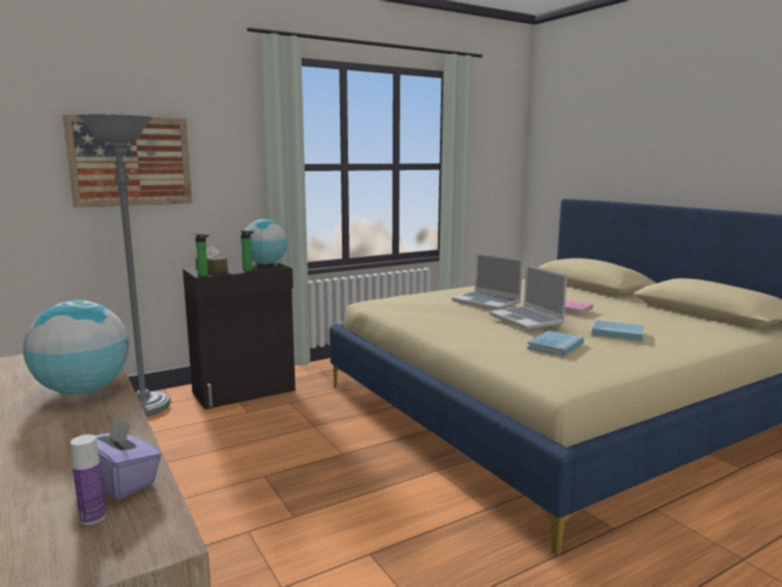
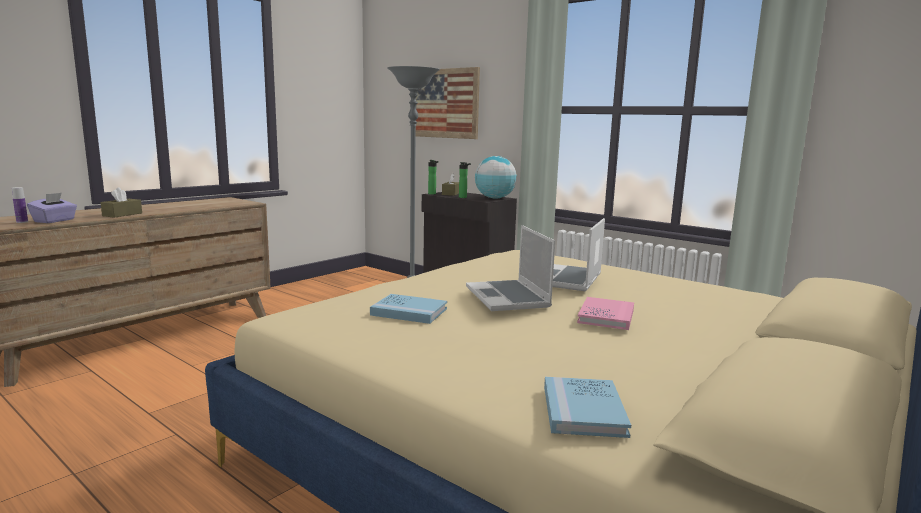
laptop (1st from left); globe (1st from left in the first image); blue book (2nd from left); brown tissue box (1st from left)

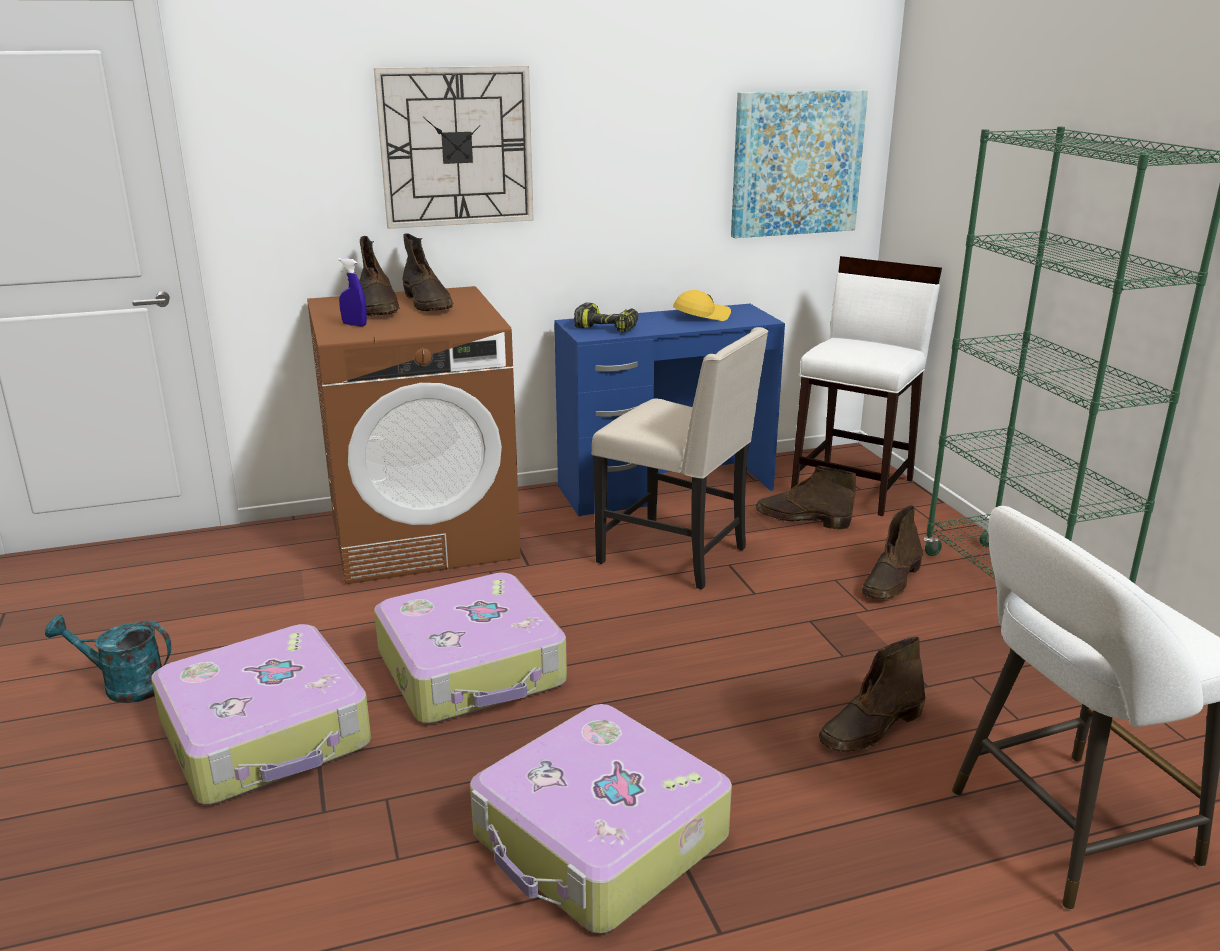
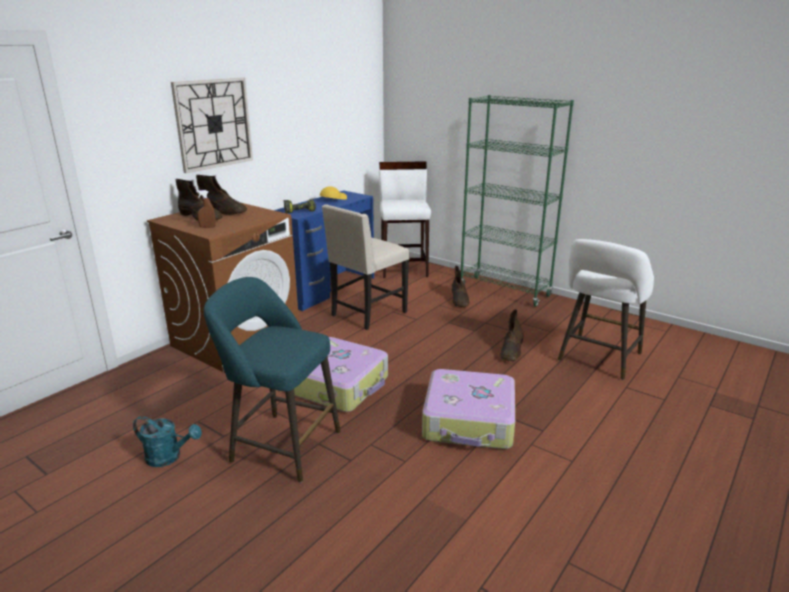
picture; brown spray bottle; beige chair; brown boot (3rd from left in the first image); turquoise watering can; turquoise stool

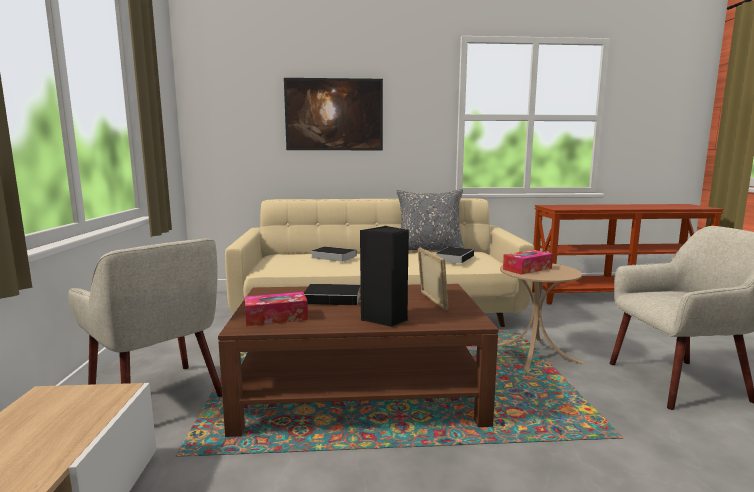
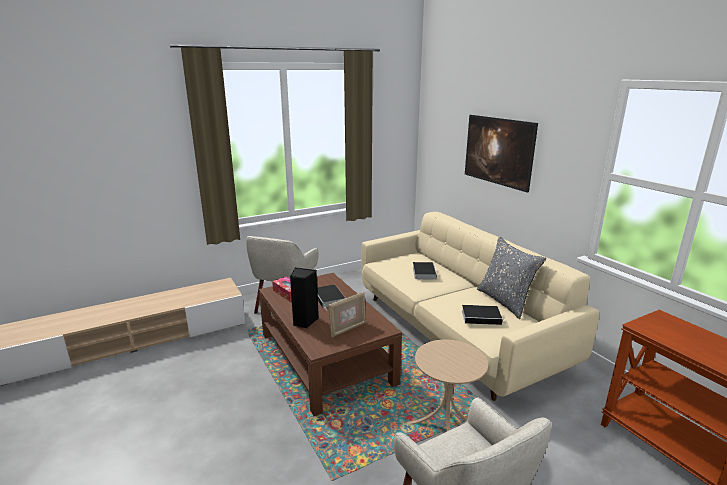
tissue box (2nd from left in the first image)

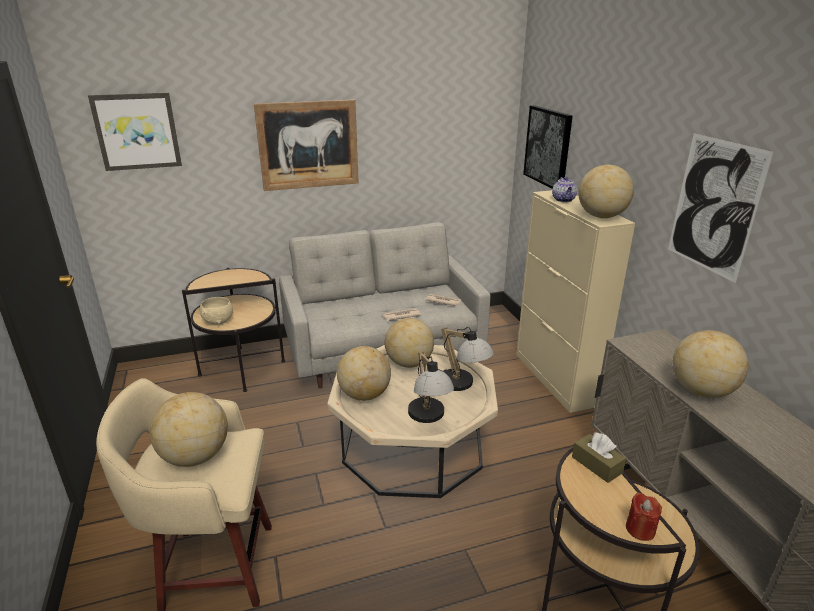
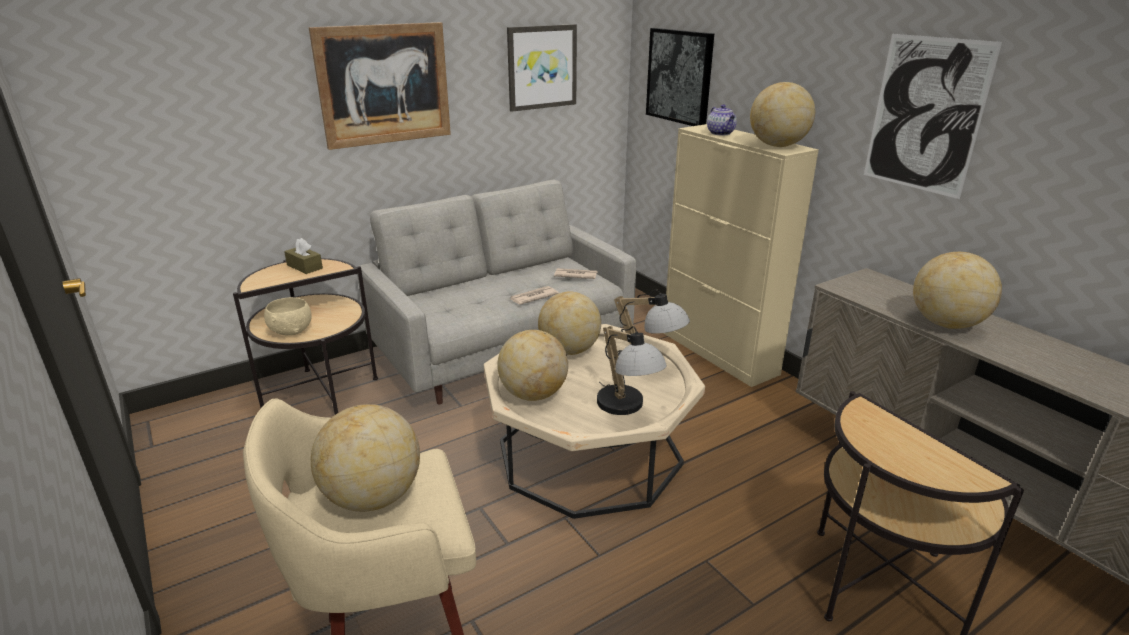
picture (2nd from left); brown tissue box; red candle

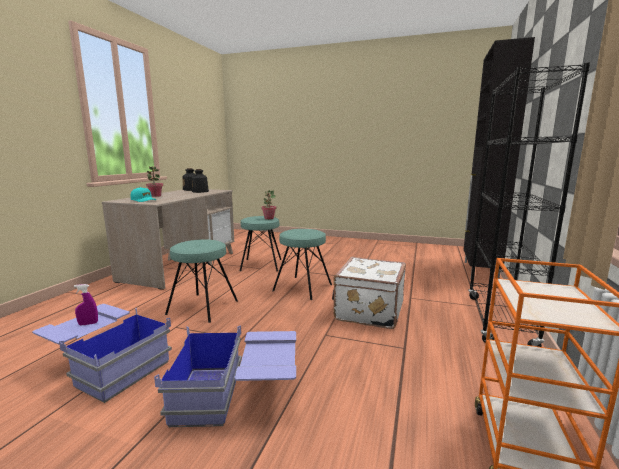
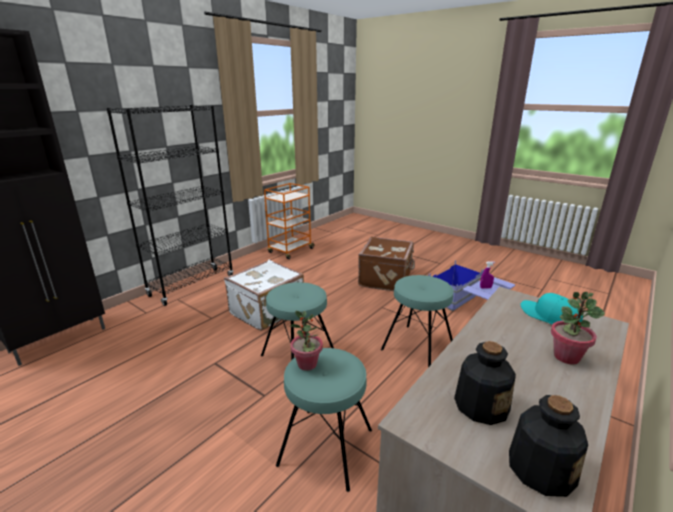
brown suitcase

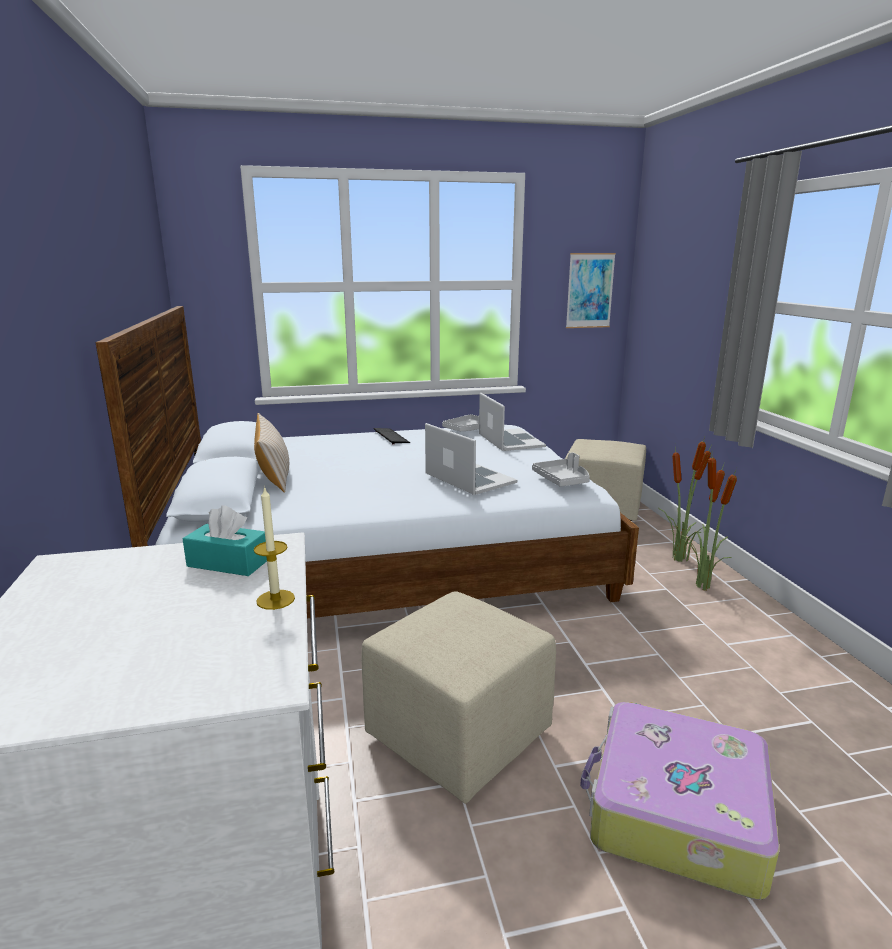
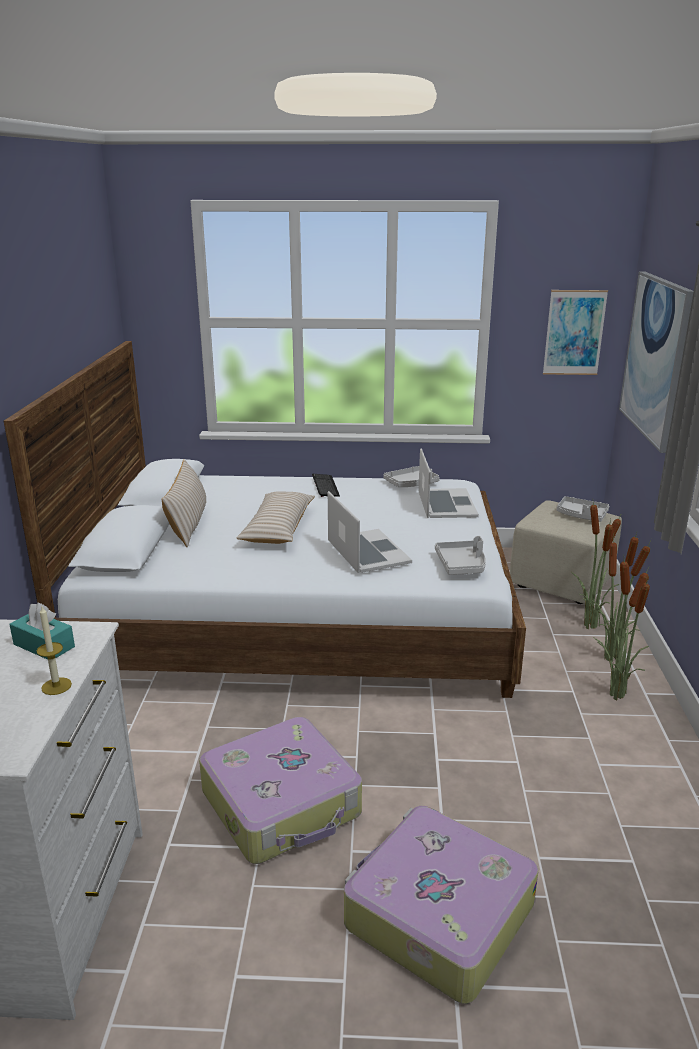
suitcase (1st from left); picture (2nd from left); beige pillow (2nd from left); grey tray (3rd from left); potted plant (1st from left)

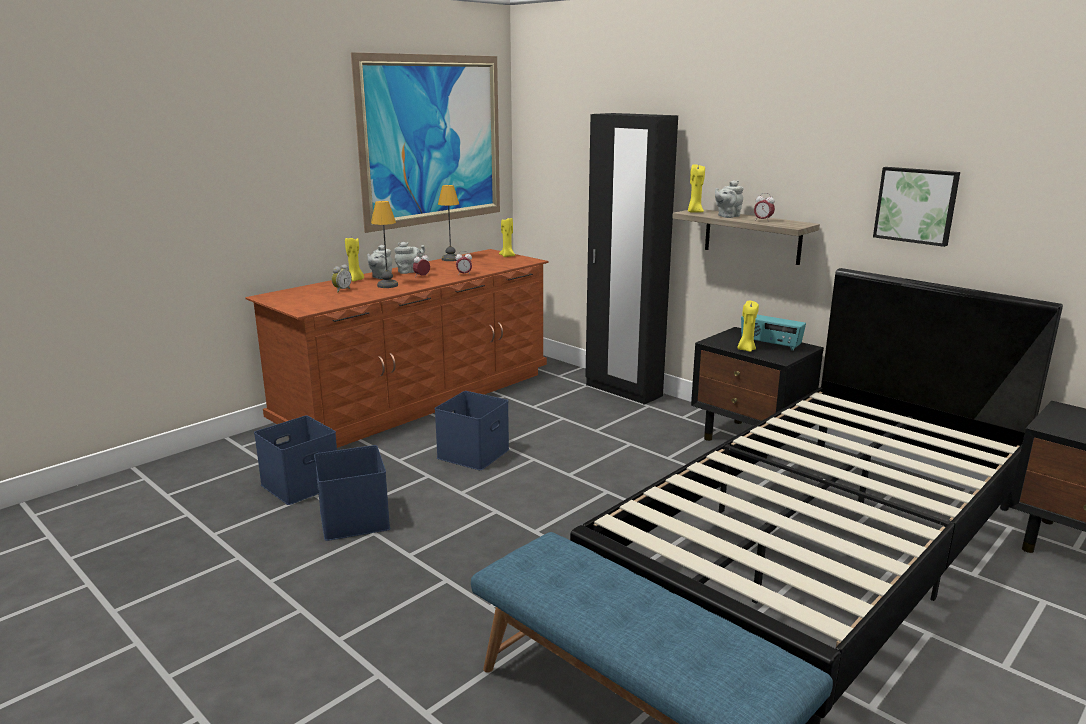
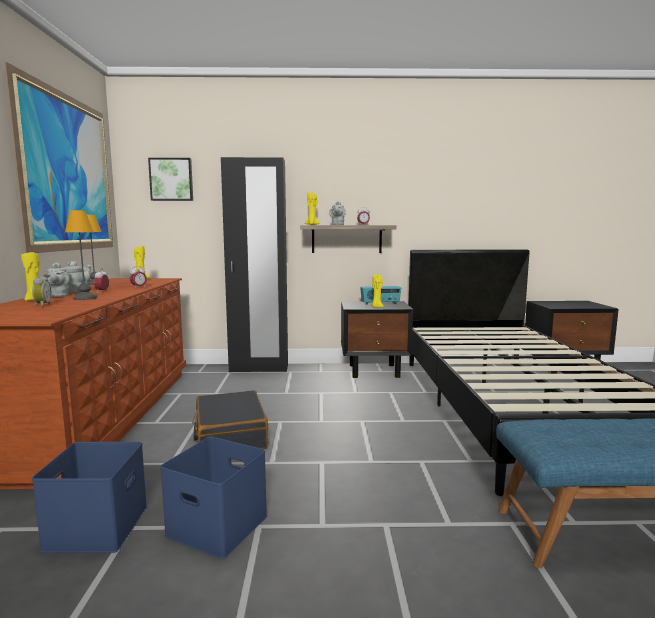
picture (2nd from left); black suitcase

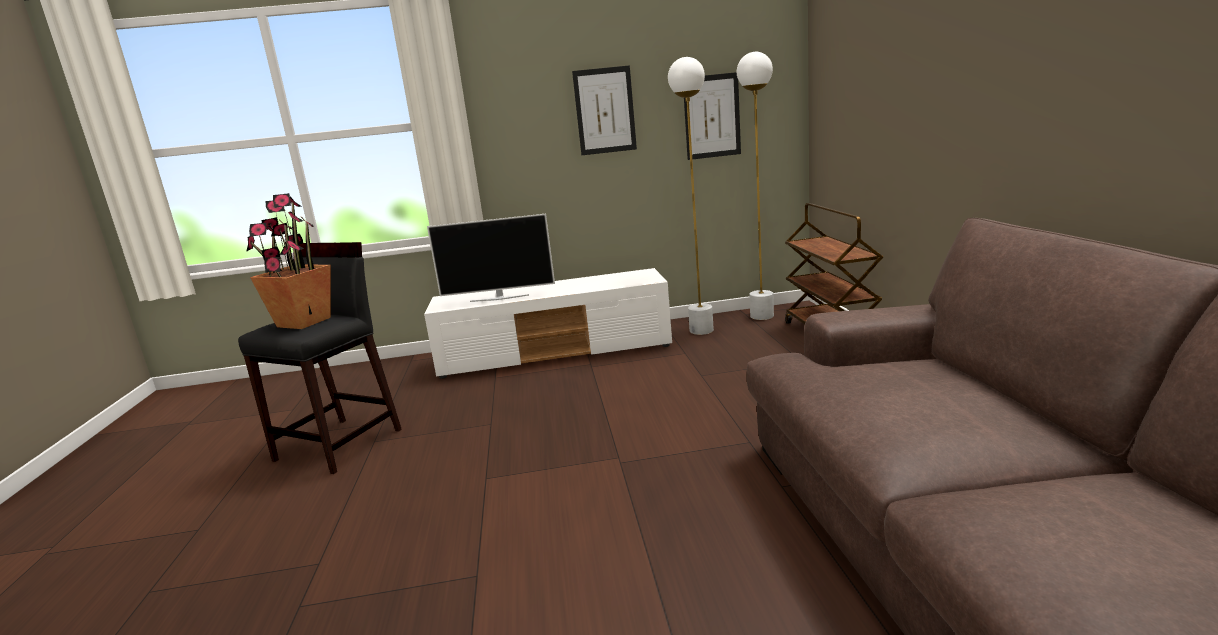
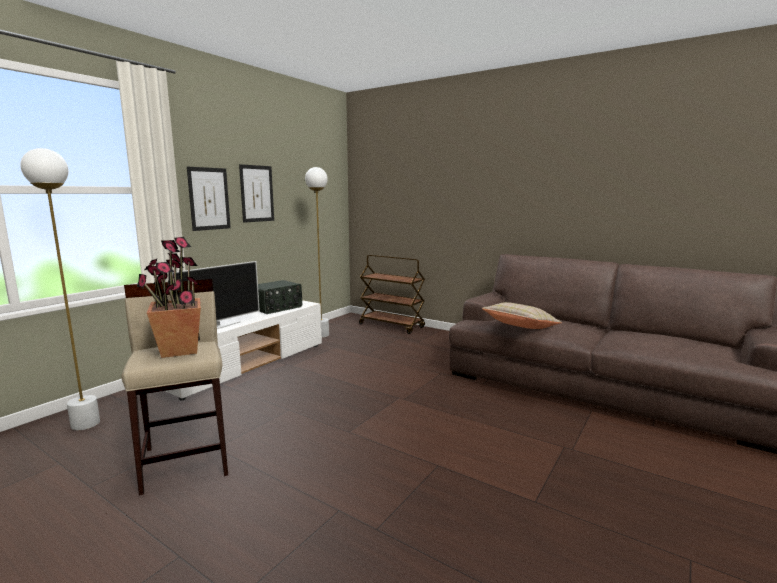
white floor lamp (1st from left); picture (1st from left); beige stool; radio; beige pillow

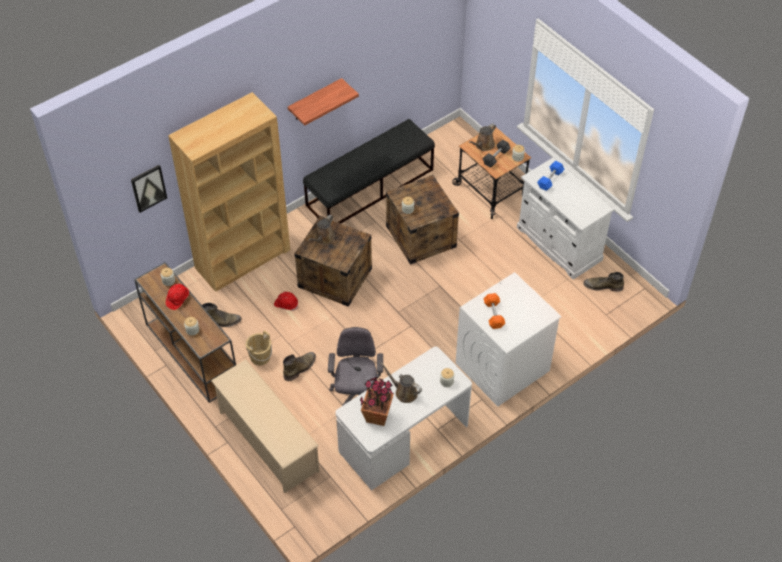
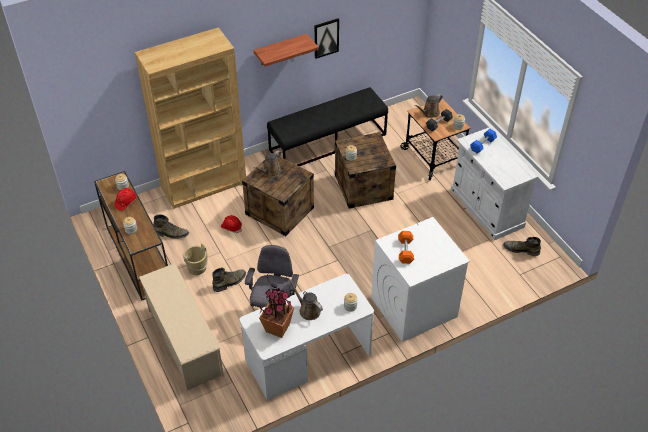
picture

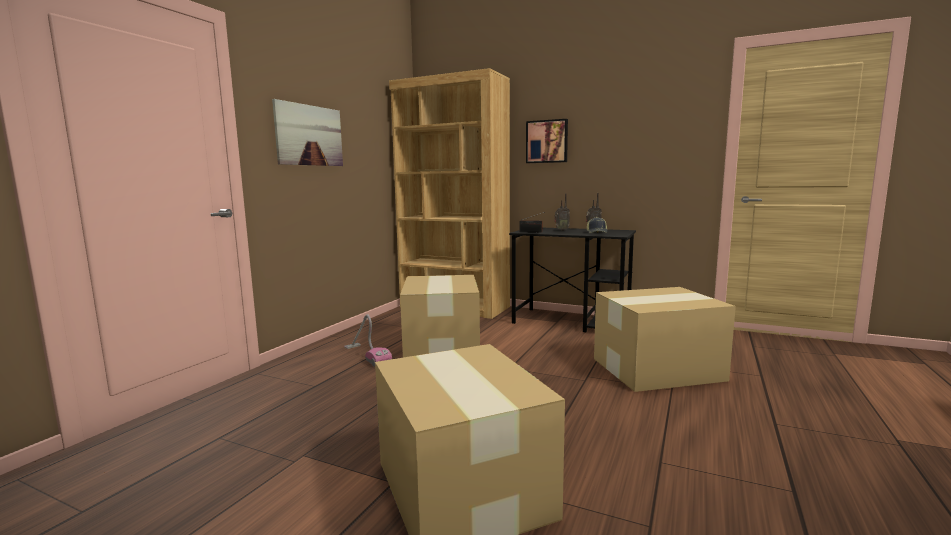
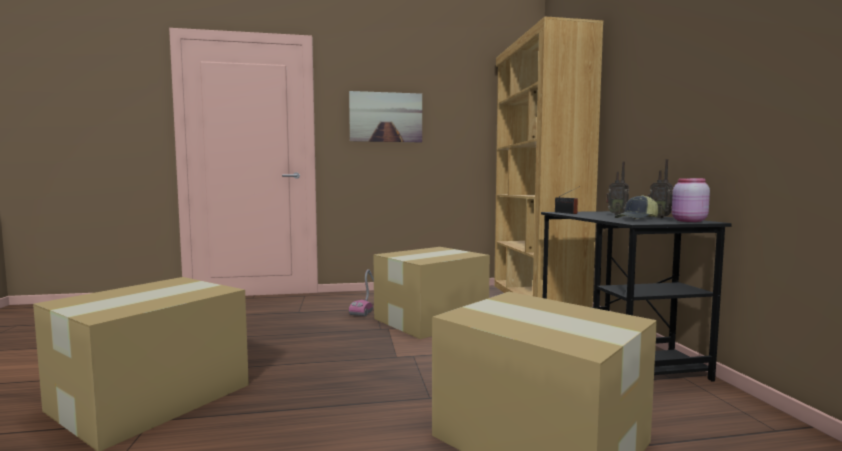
picture (2nd from left in the first image); pink jar

